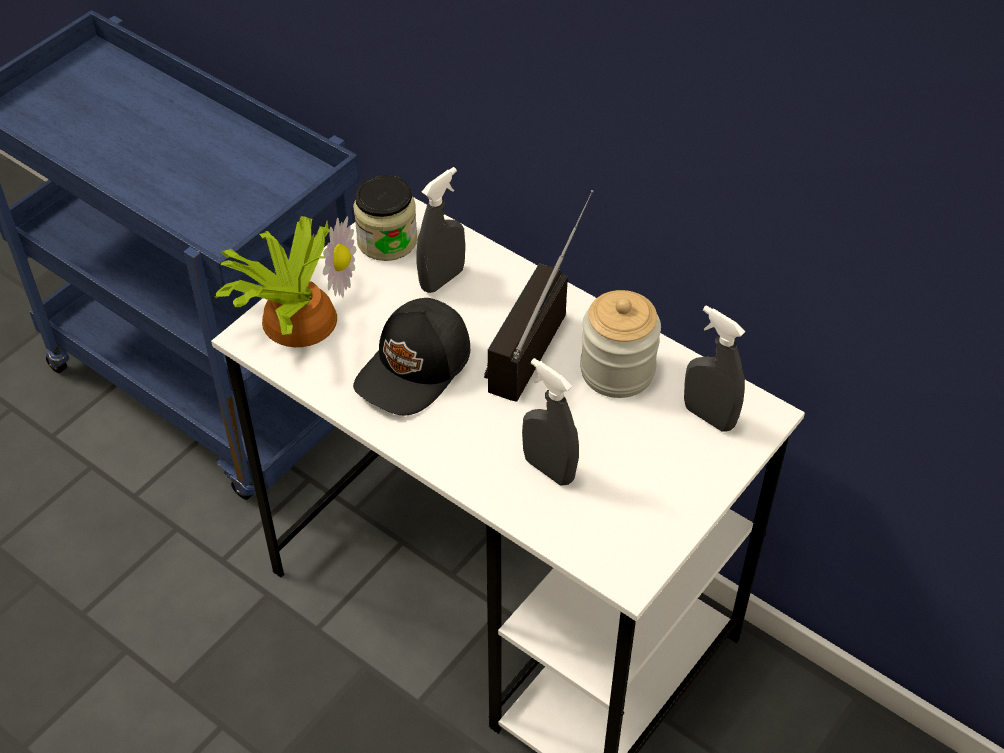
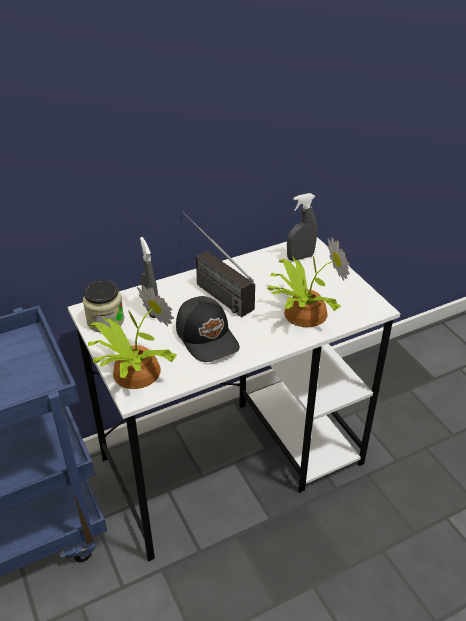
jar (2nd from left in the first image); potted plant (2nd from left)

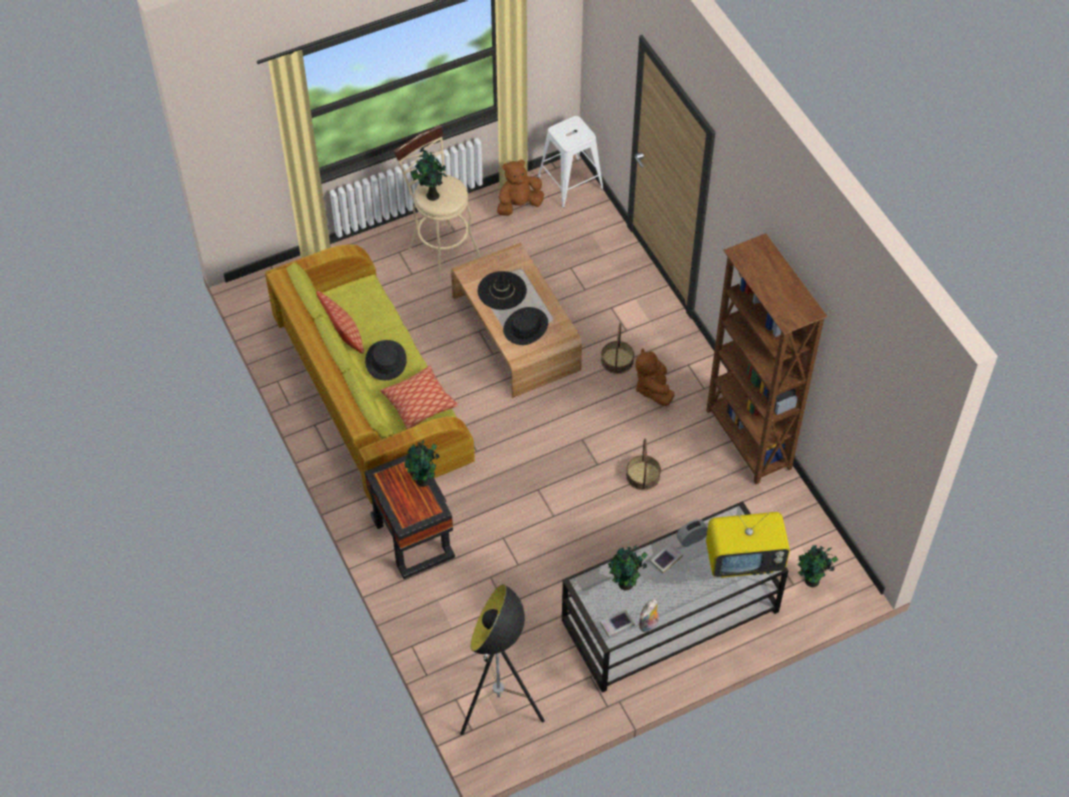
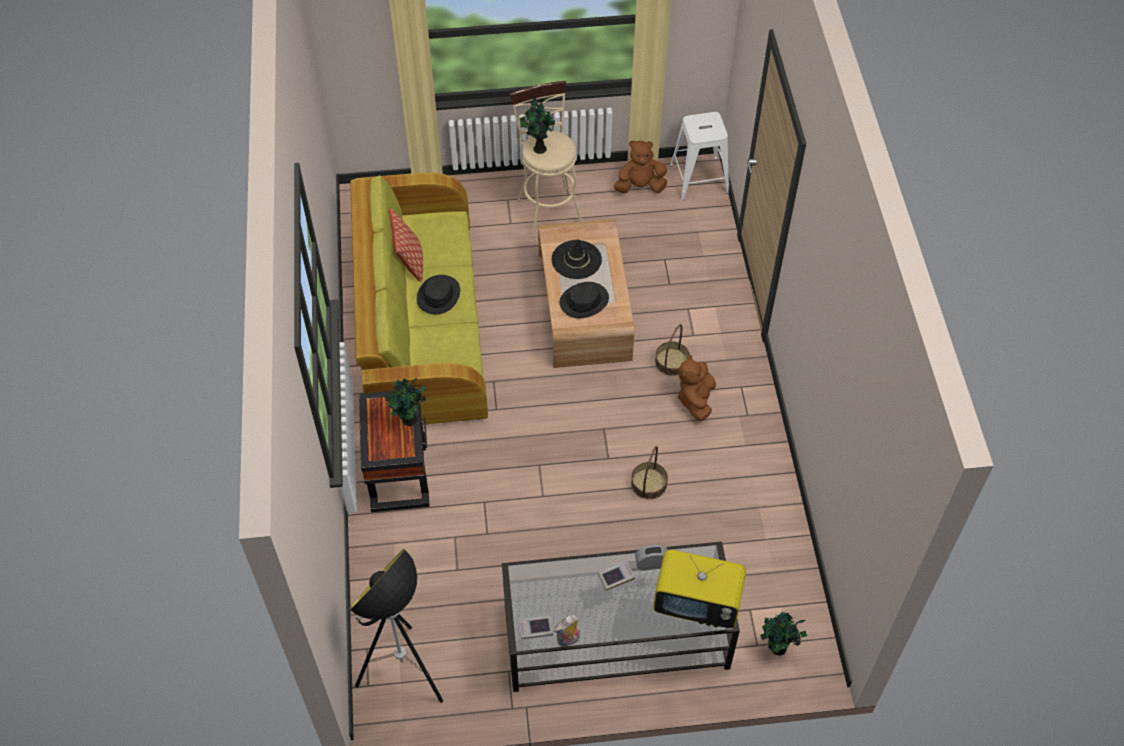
brown bookcase; pillow (2nd from left in the first image); potted plant (3rd from left in the first image)

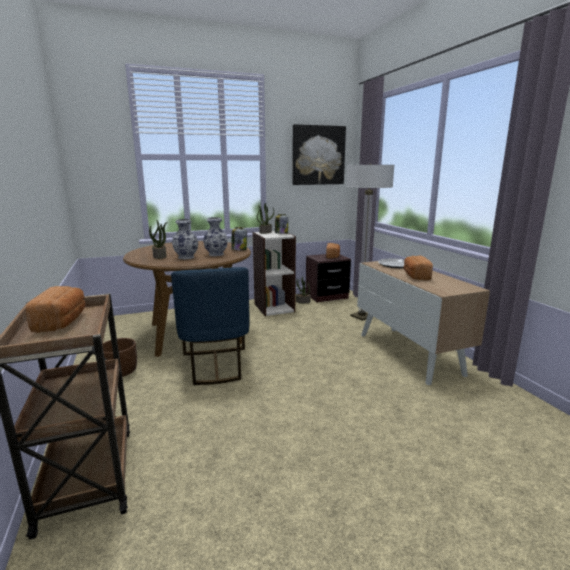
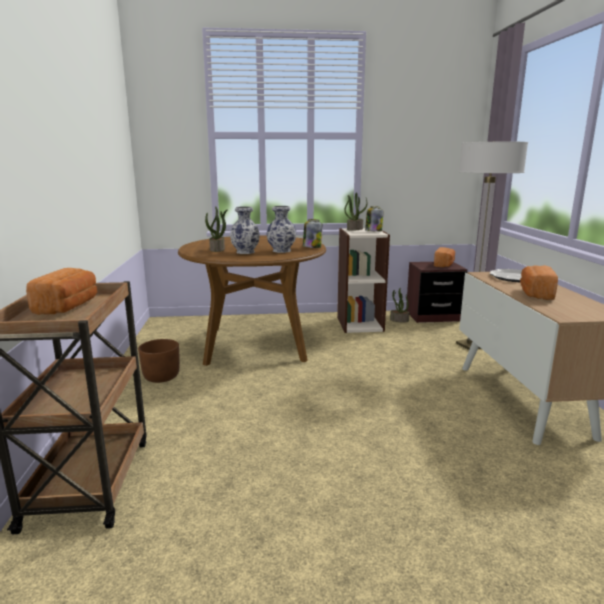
picture; blue chair

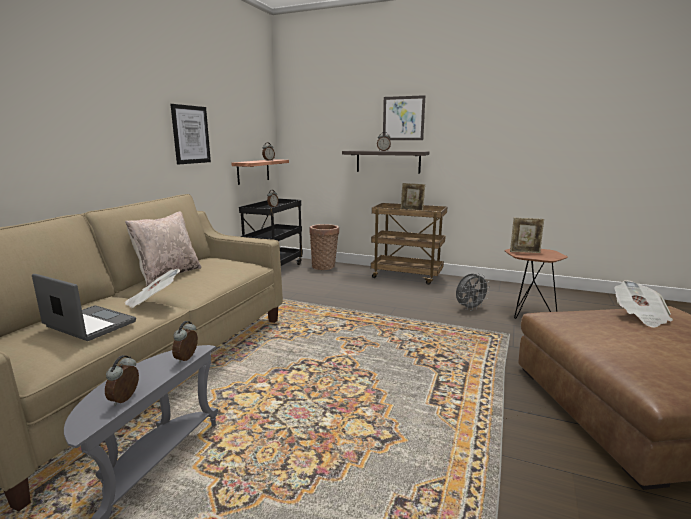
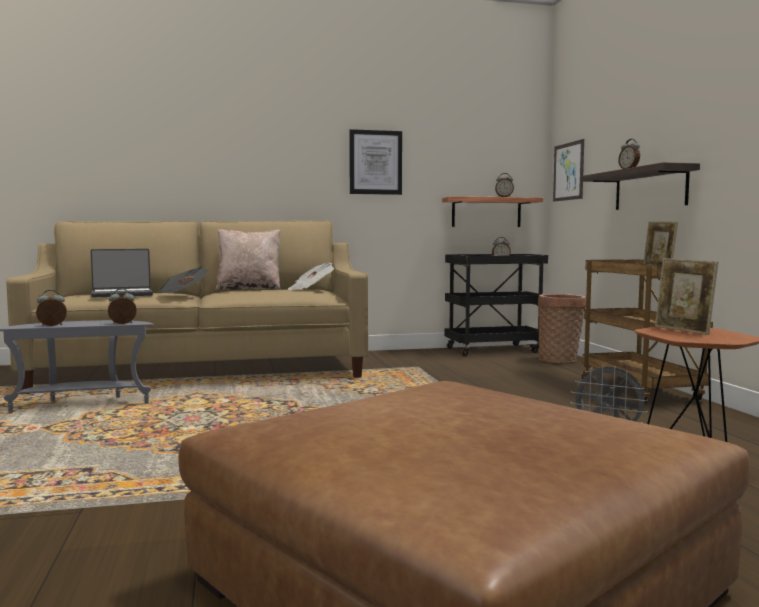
picture (2nd from left); laptop; newspaper (2nd from left)

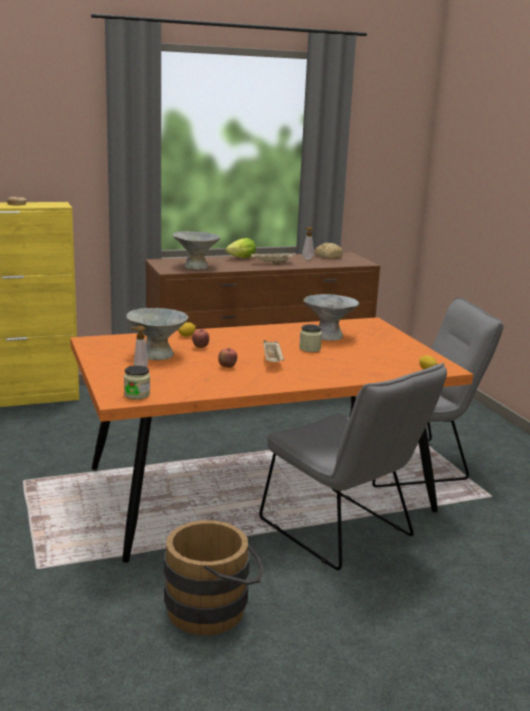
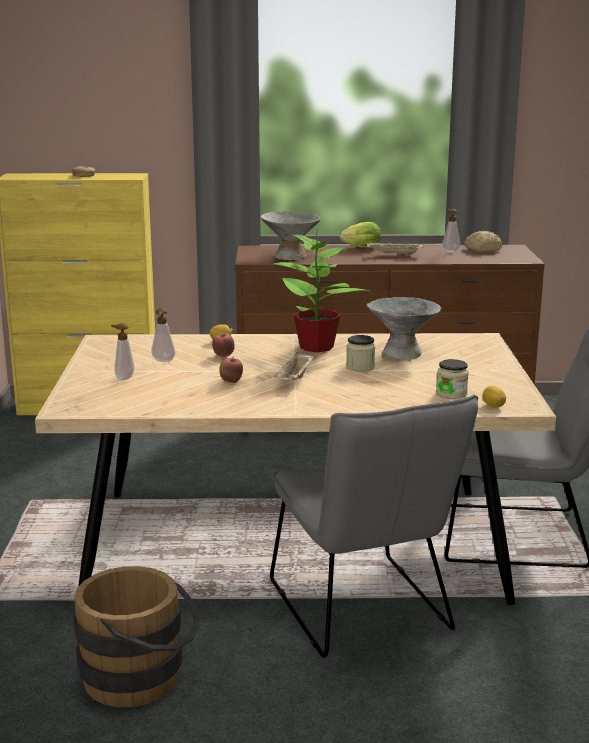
soap dispenser (2nd from left); beige dining table; jar (2nd from left); potted plant

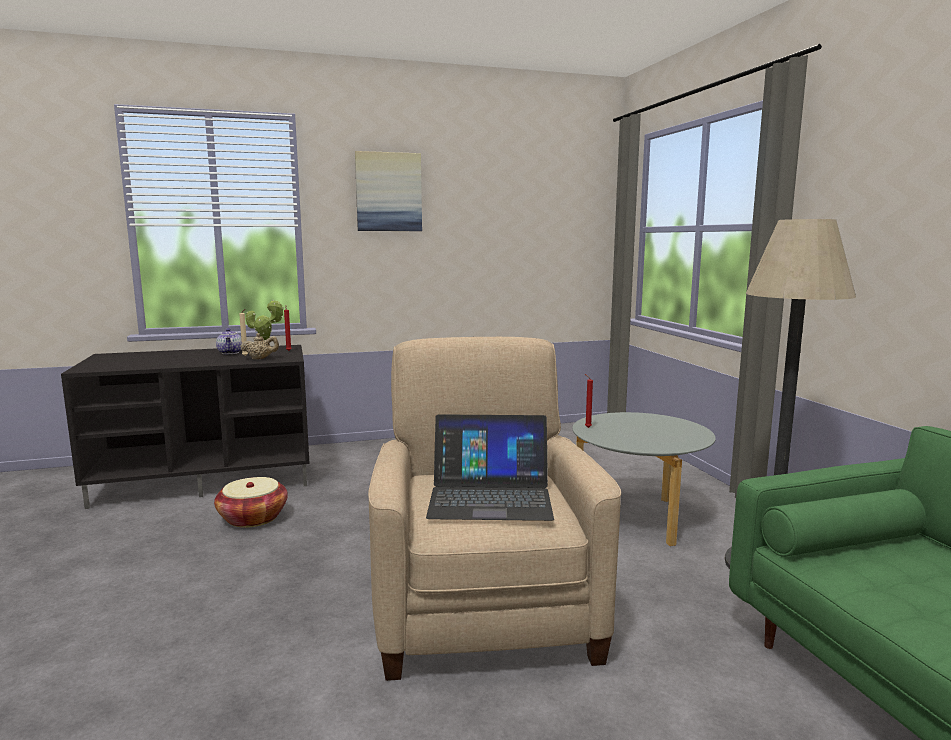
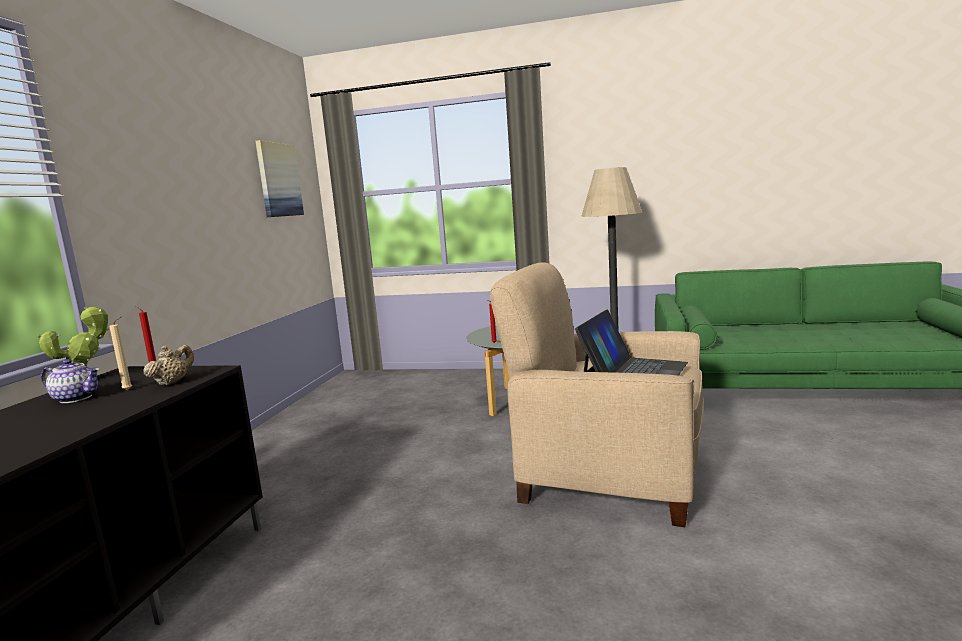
picture; basket

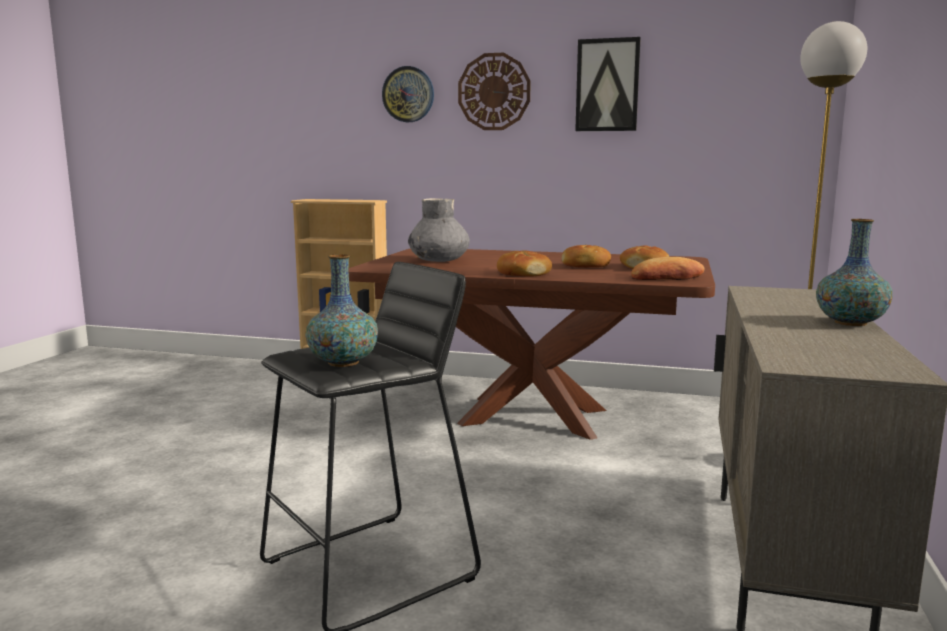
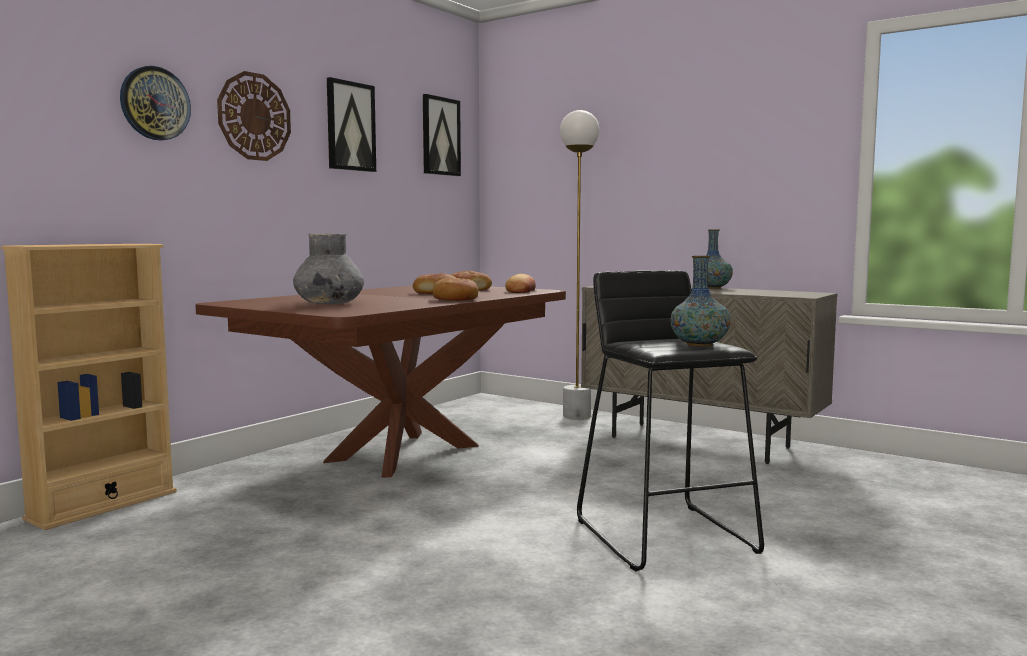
picture (2nd from left)

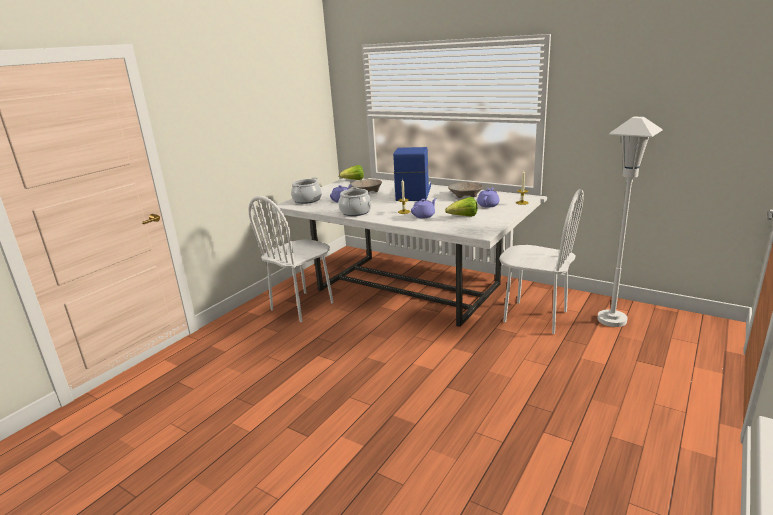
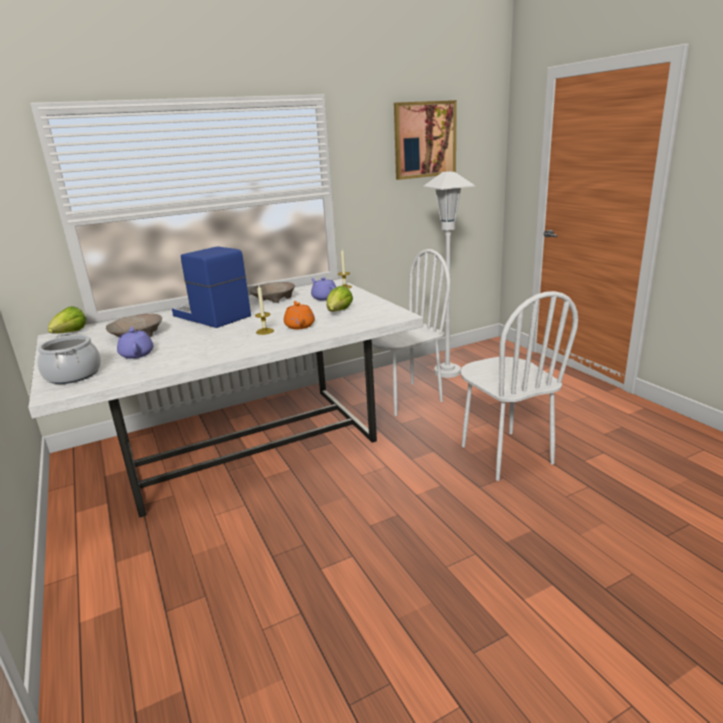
cooking pot (2nd from left in the first image); white chair (2nd from left); orange teapot; picture

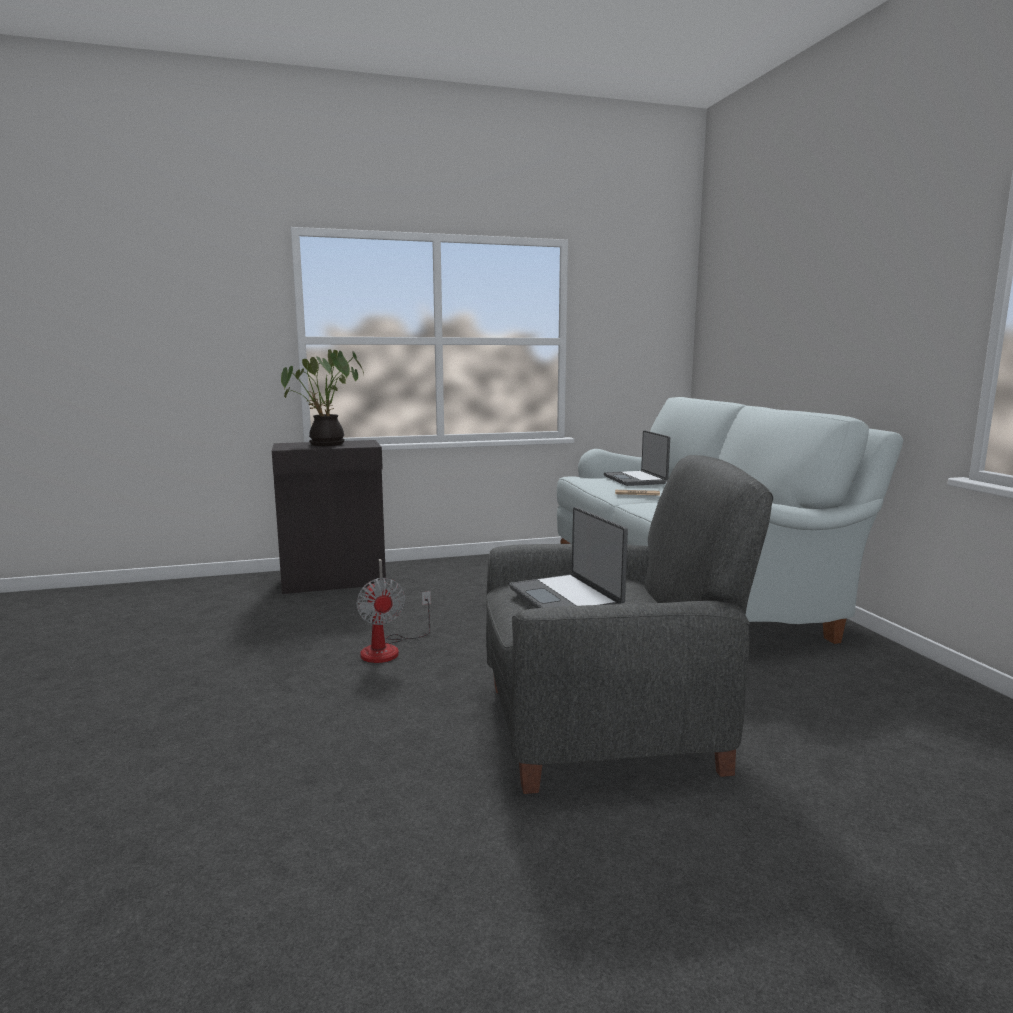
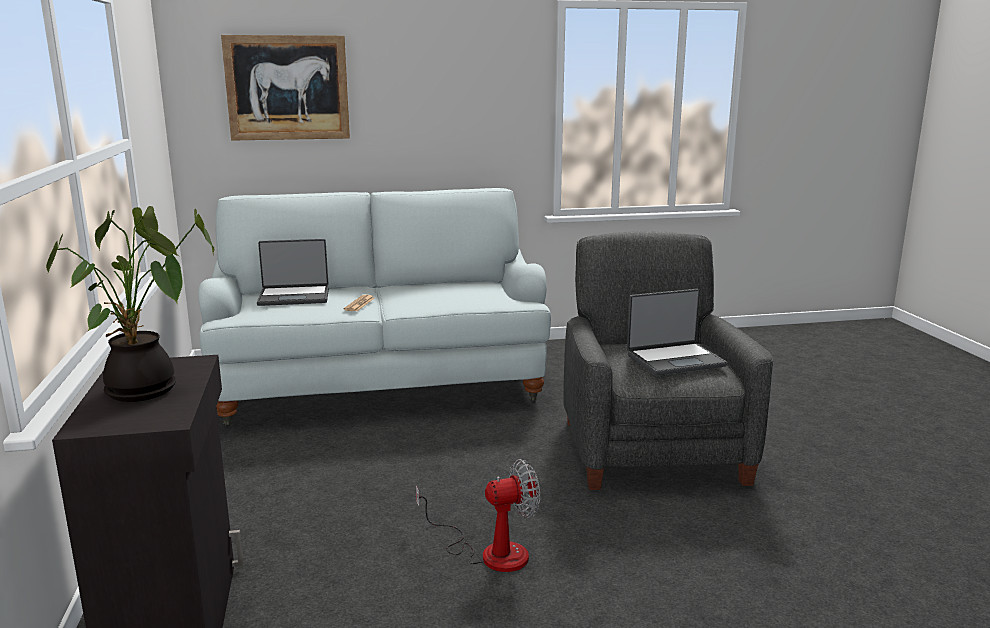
picture

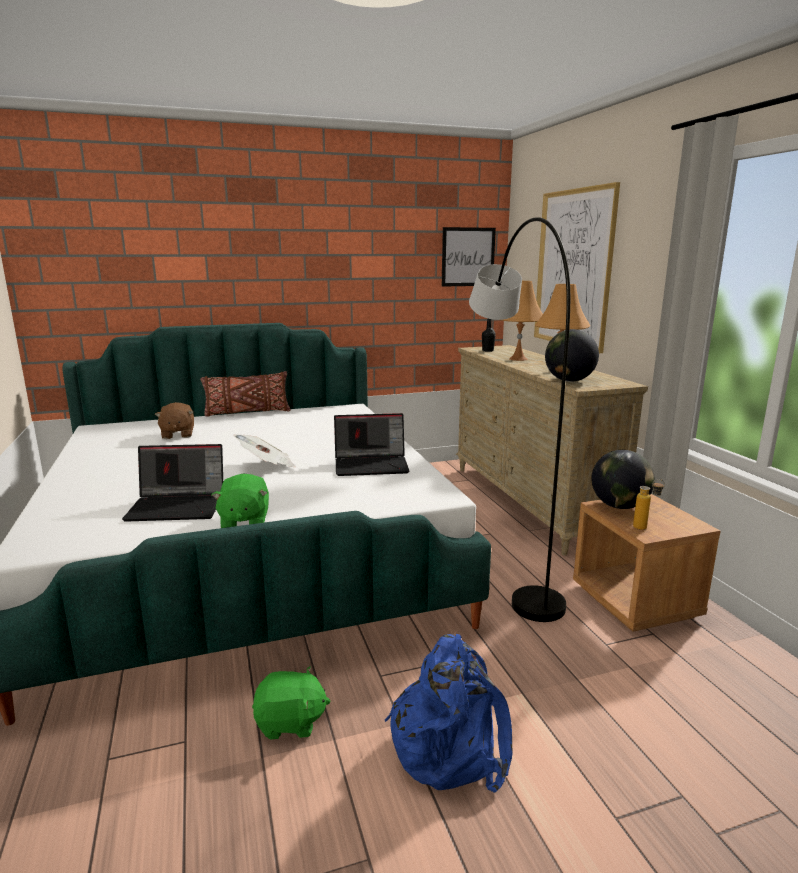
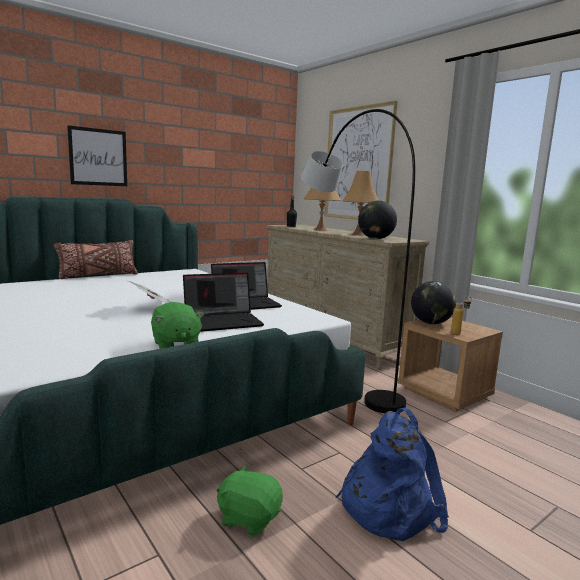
picture (1st from left); brown plush toy; laptop (1st from left); green plush toy (2nd from left)

